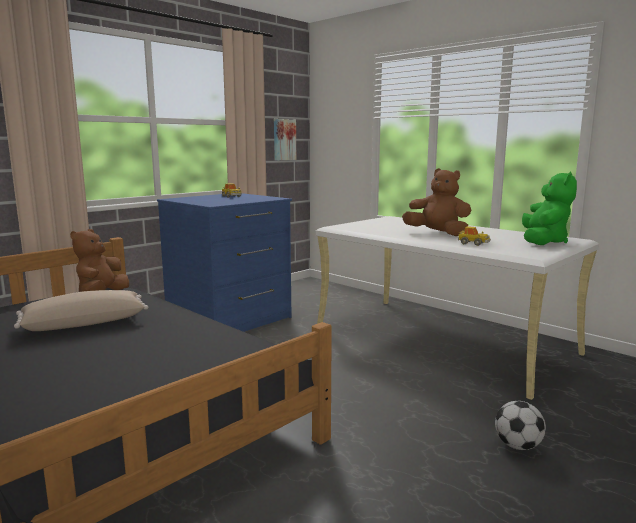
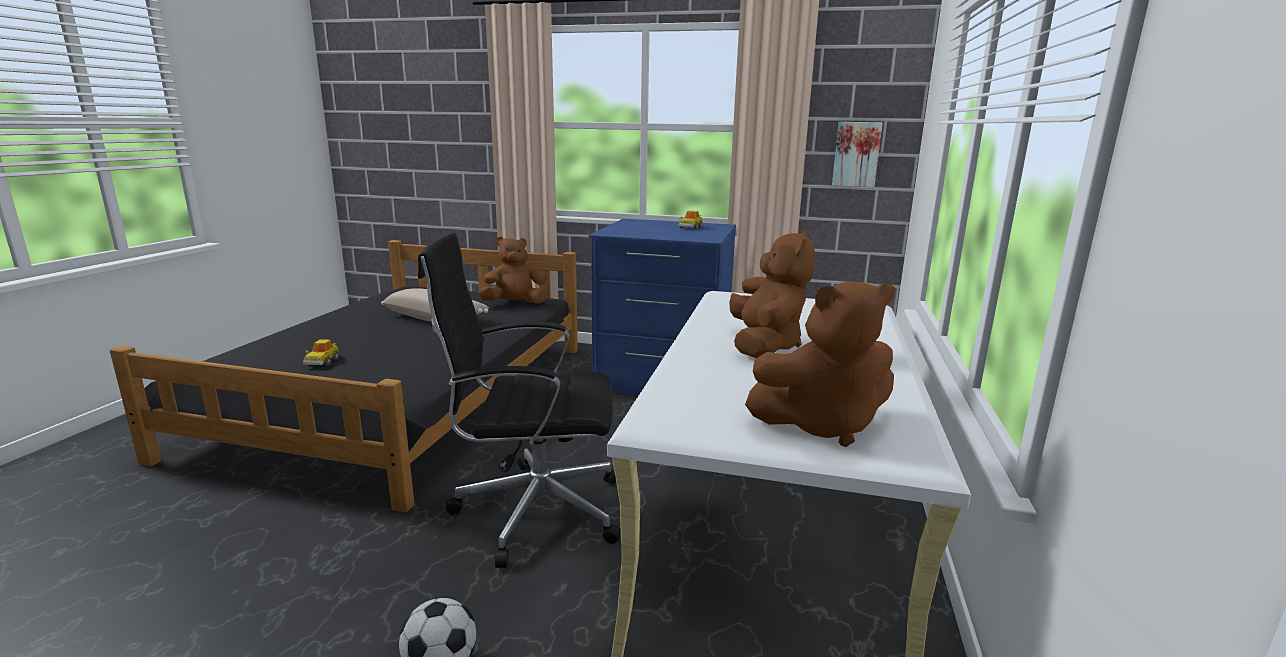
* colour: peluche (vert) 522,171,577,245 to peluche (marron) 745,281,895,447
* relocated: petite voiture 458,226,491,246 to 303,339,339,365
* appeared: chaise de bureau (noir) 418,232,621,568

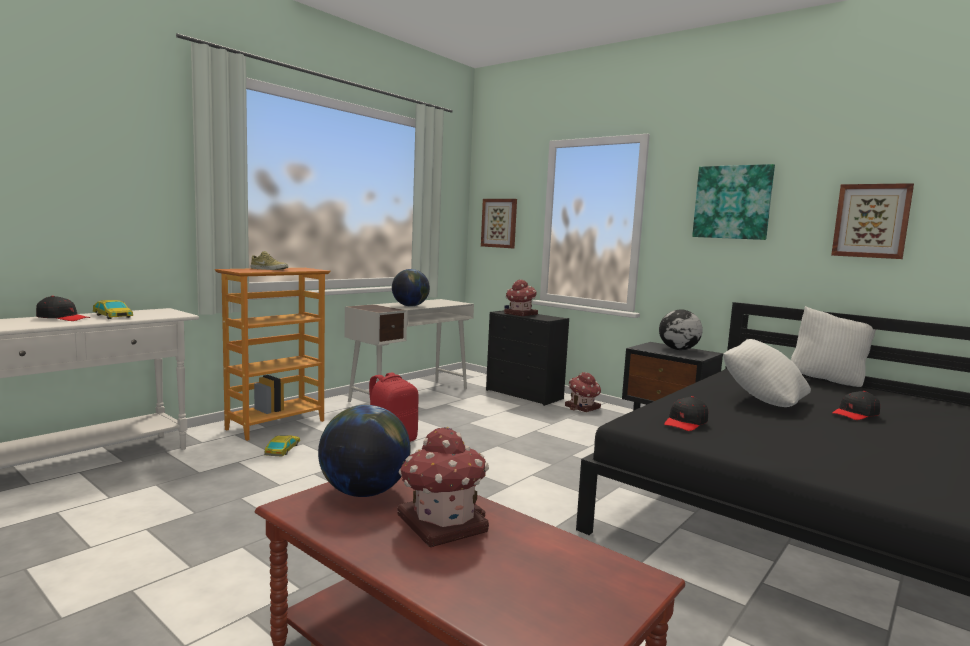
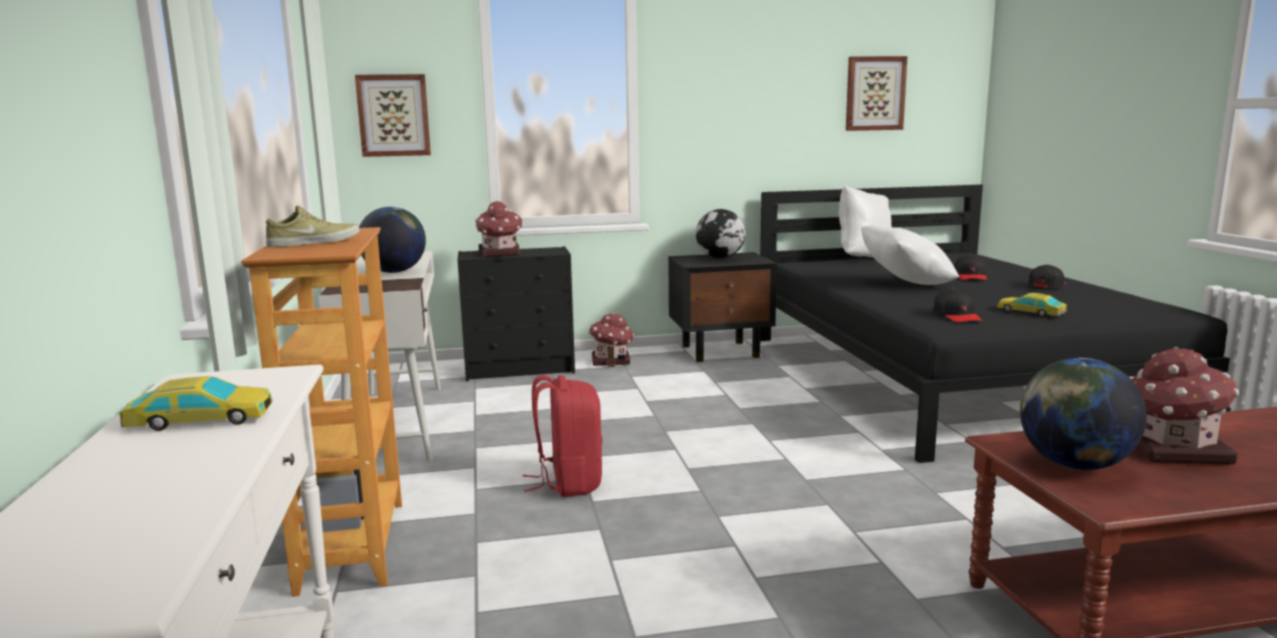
* missing: tableau 692,164,775,240
* relocated: casquette (noir) 36,296,91,321 to 1028,264,1066,287
* relocated: petite voiture 264,435,300,457 to 997,293,1067,317

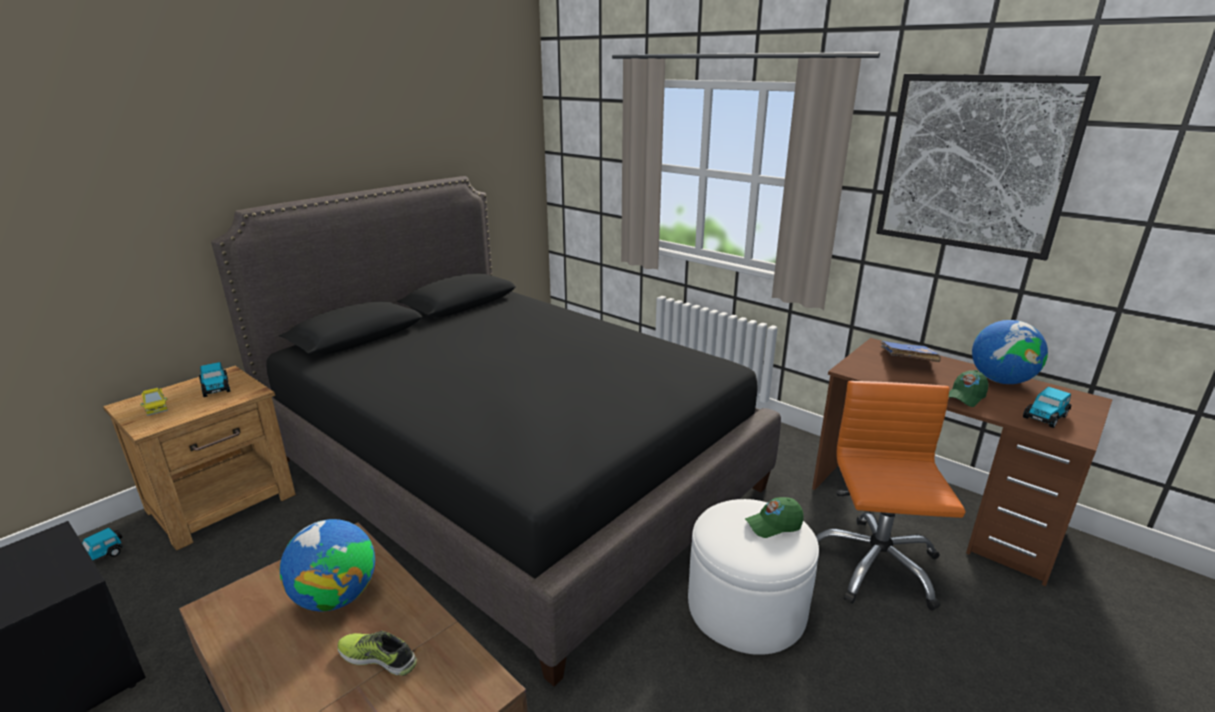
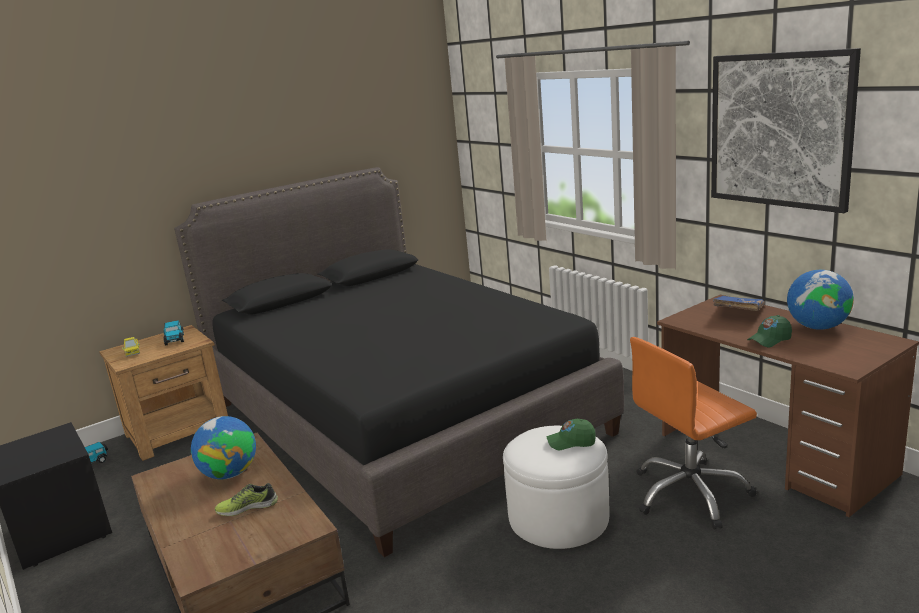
* spun: chaise de bureau (orange) 816,381,966,611 = 630,337,757,530 135 degrees counterclockwise
* missing: petite voiture 1023,387,1072,428
* spun: chaussure 338,631,417,676 = 215,483,278,516 45 degrees counterclockwise

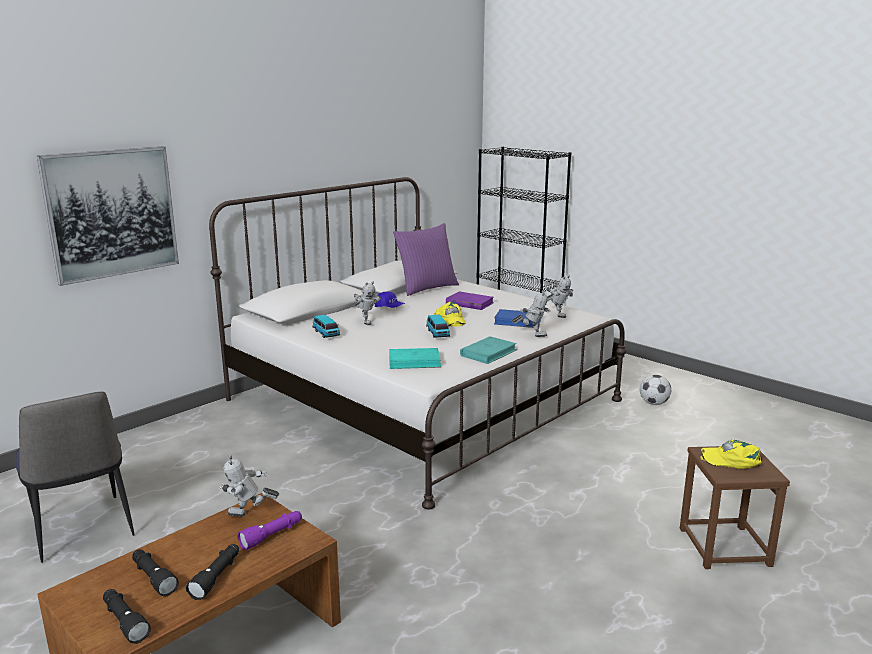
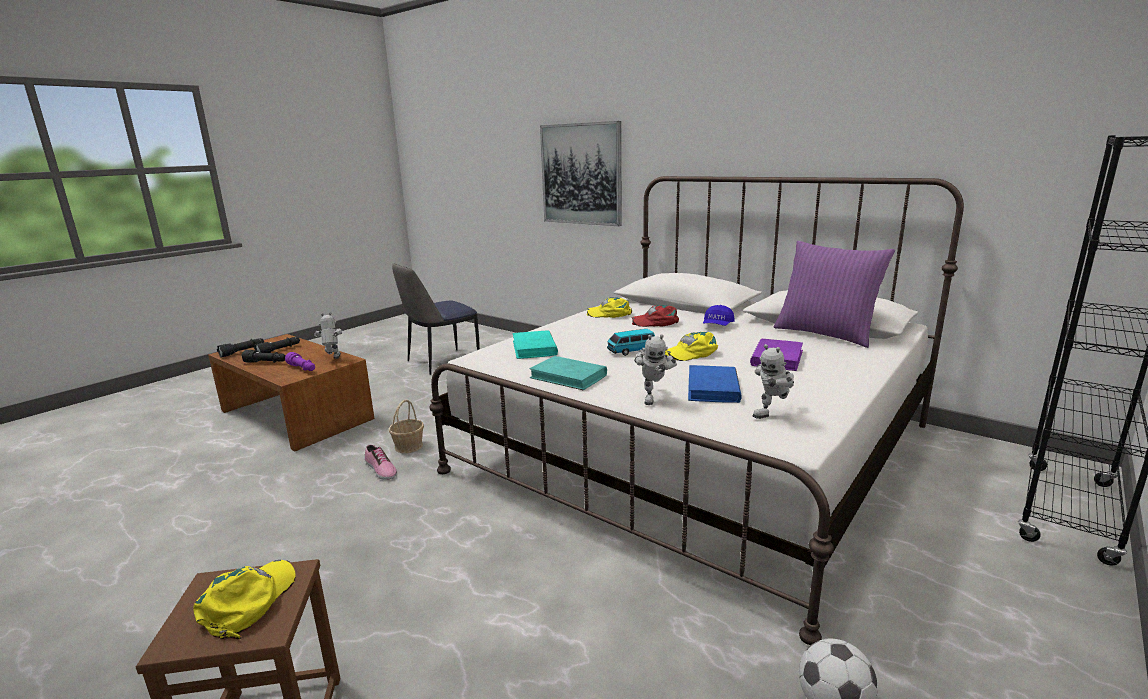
* exchanged: robot jouet 354,281,381,325 to casquette (rouge) 632,305,679,327
* exchanged: petite voiture 312,315,340,338 to casquette (jaune) 587,297,632,318
* appeared: panier 389,399,424,453
* appeared: chaussure 365,445,397,480

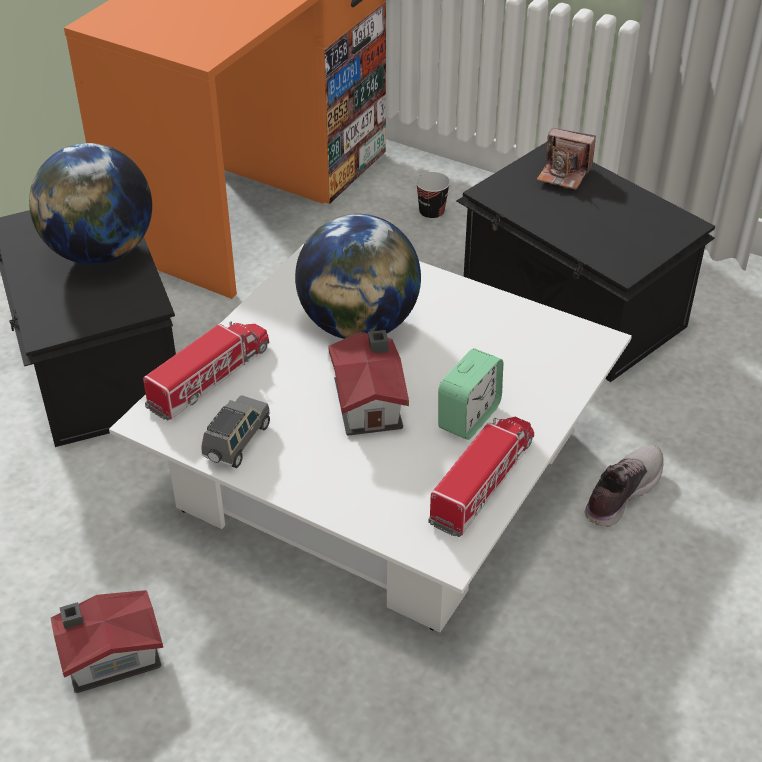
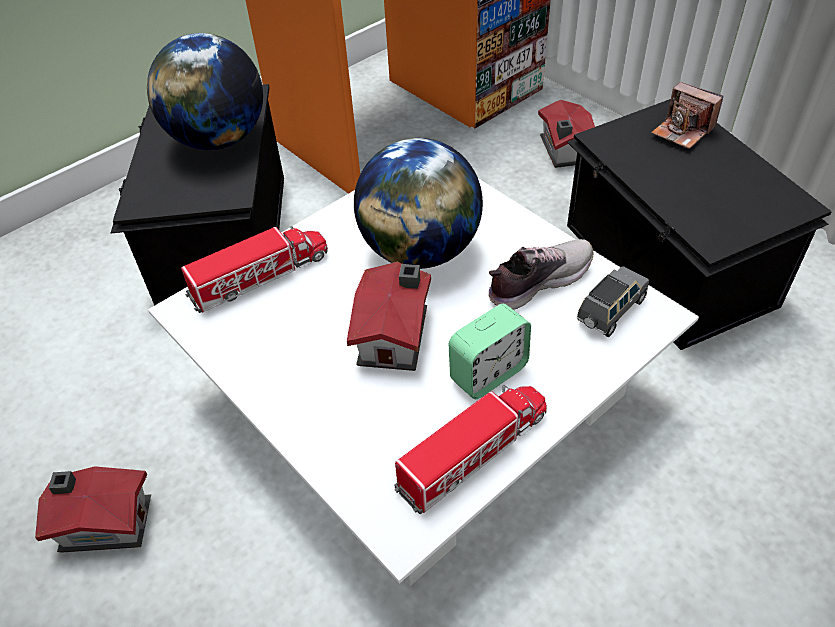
* exchanged: tasse 416,172,450,220 to maison miniature 538,100,595,168
* relocated: petite voiture (gris) 202,395,271,468 to 577,266,649,337
* relocated: chaussure 585,445,663,527 to 488,239,594,310

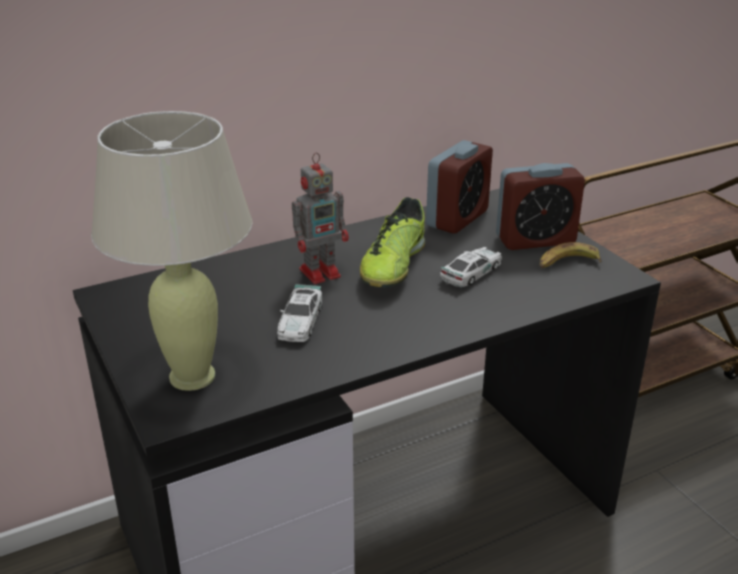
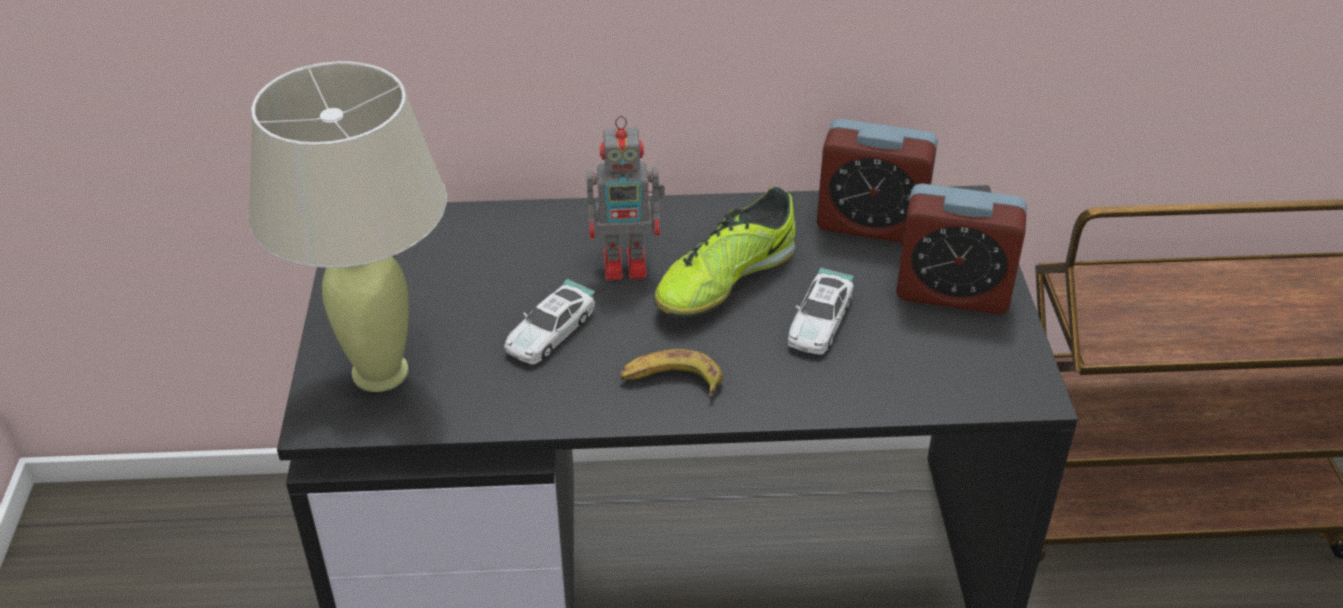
* spun: réveil 426,140,493,234 = 817,119,938,243 45 degrees clockwise
* relocated: banane 540,242,602,268 to 619,349,723,397
* spun: petite voiture 440,247,502,287 = 788,268,854,355 135 degrees clockwise

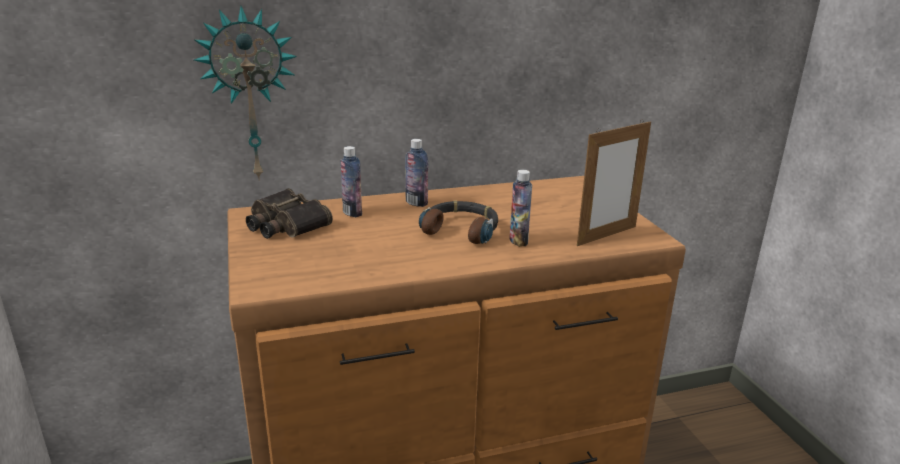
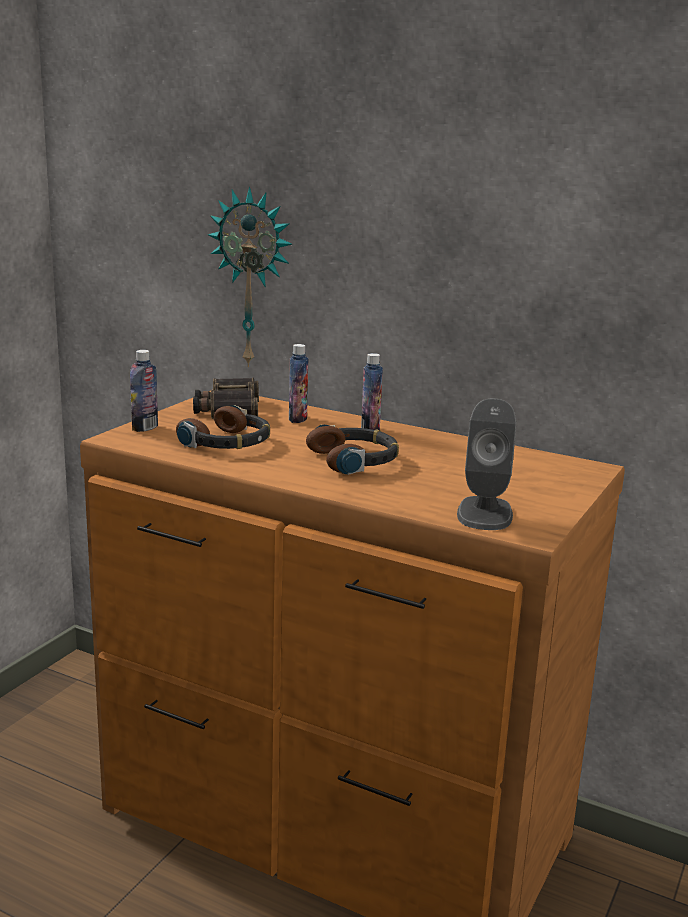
* exchanged: cadre photo 577,119,651,246 to enceinte (gris) 457,398,516,530
* relocated: bouteille 509,170,532,247 to 130,350,158,432
* appeared: casque audio 176,405,270,449

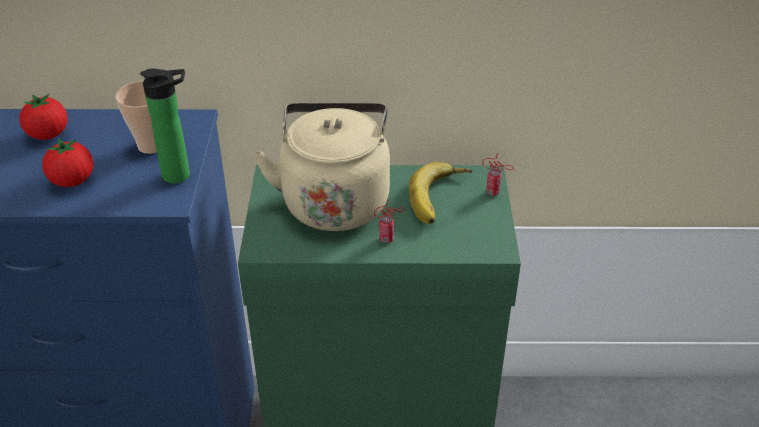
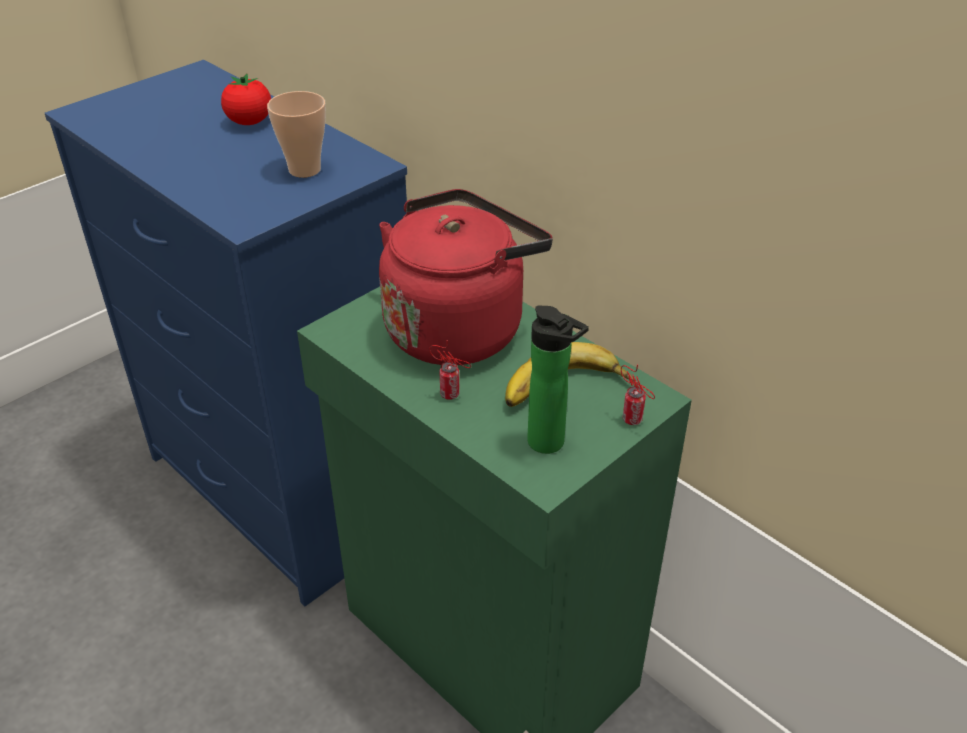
* relocated: bouteille 140,68,190,184 to 527,305,589,454
* colour: bouilloire (beige) 254,103,390,231 to bouilloire (rouge) 379,189,553,365
* missing: tomate 42,138,93,187

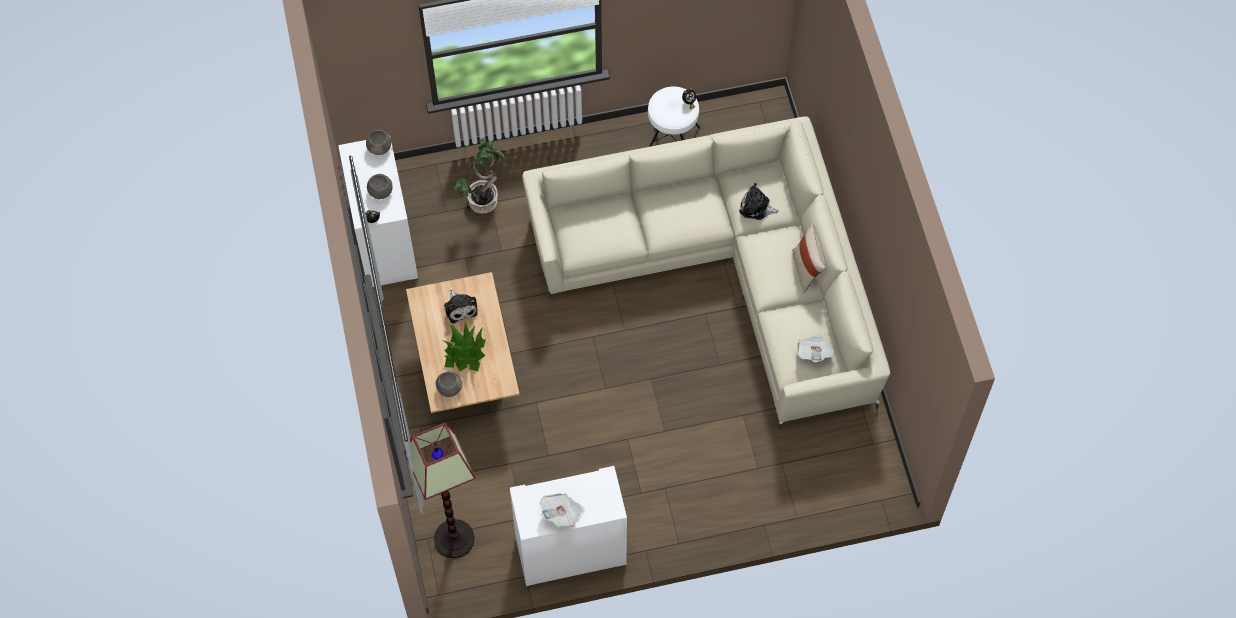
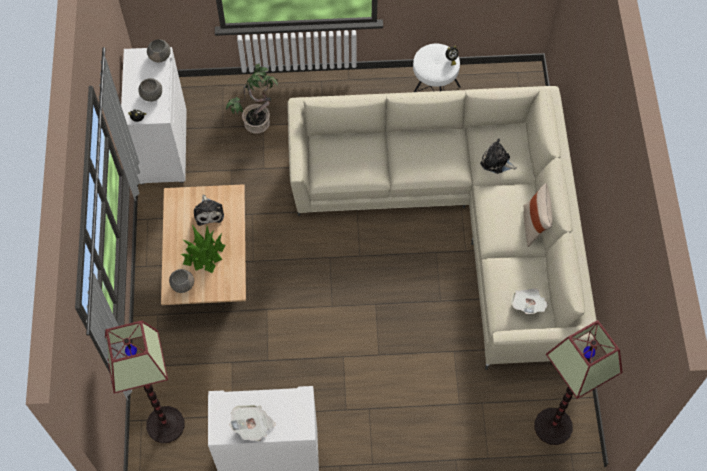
* appeared: lampadaire 535,320,623,445

